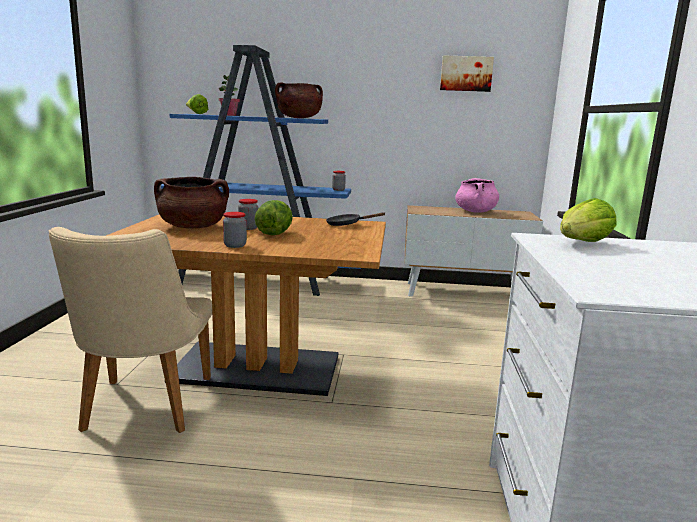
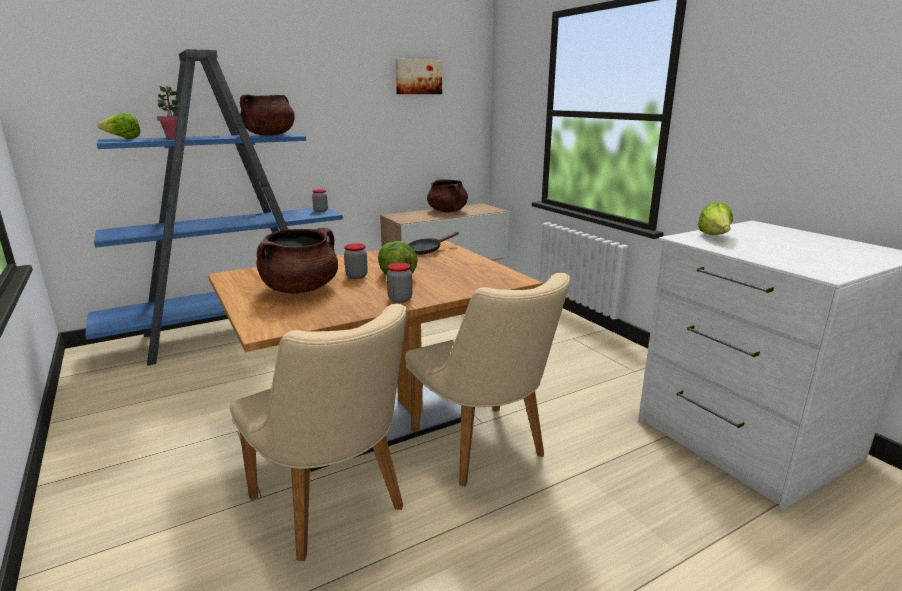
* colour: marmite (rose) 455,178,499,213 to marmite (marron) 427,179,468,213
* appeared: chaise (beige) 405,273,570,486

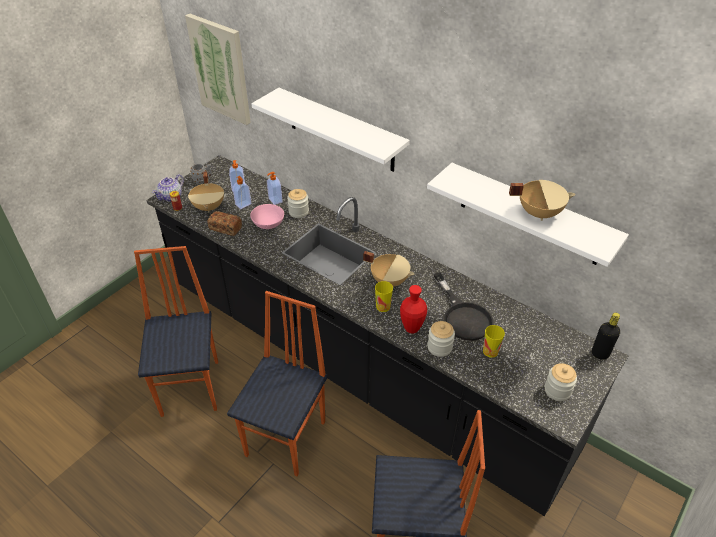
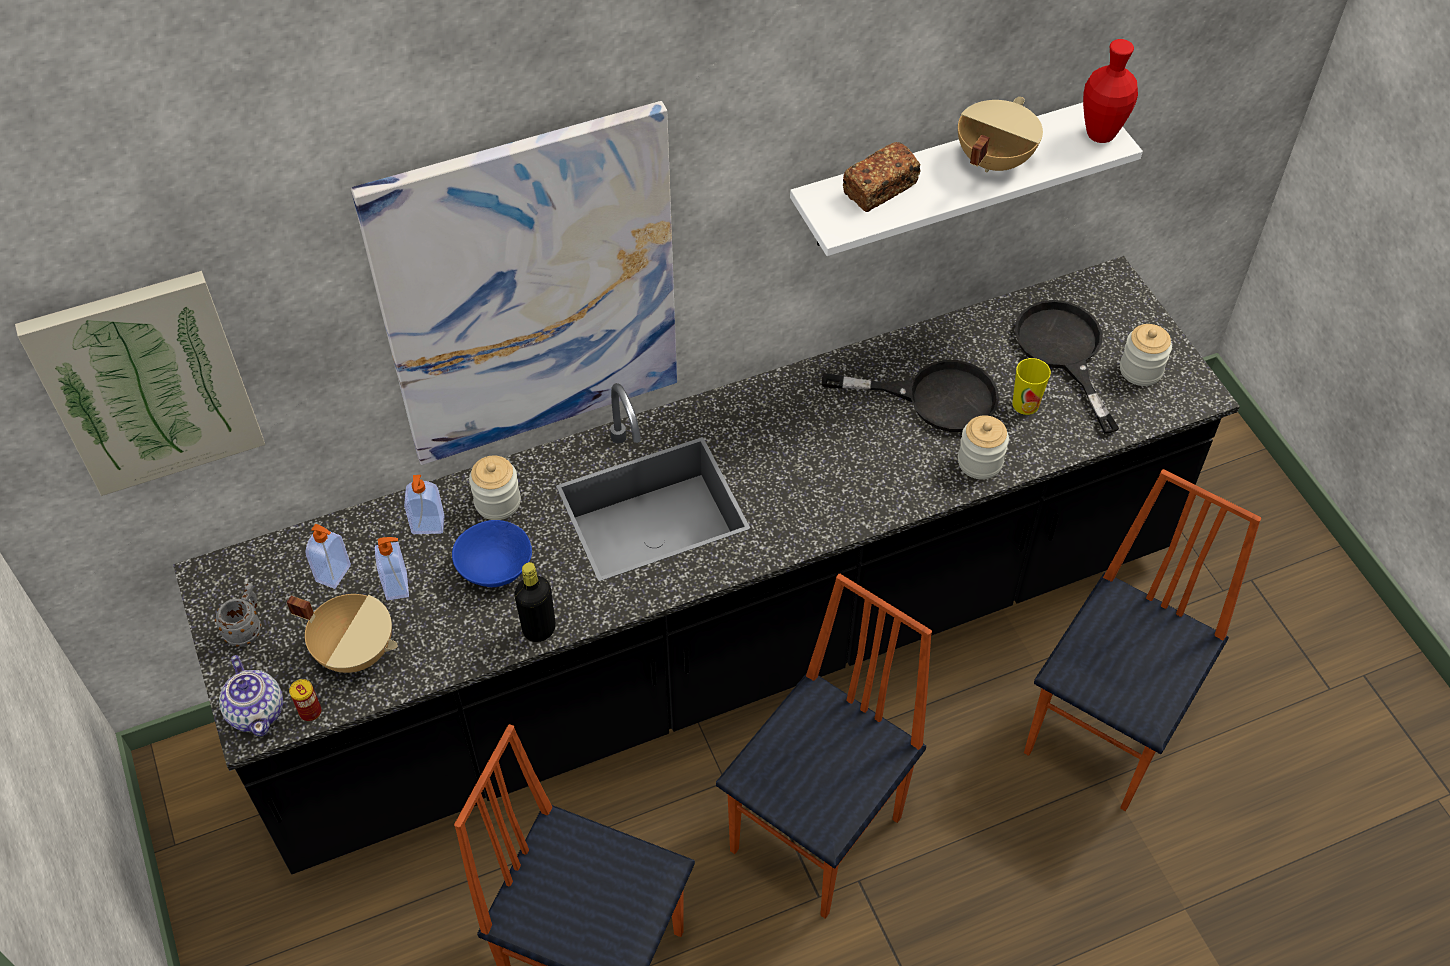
* exchanged: étagère (blanc) 251,88,410,172 to tableau 351,101,677,465
* colour: bol (rose) 250,204,284,229 to bol (bleu) 452,520,532,587
* relocated: pain 207,211,242,236 to 842,142,921,212
* missing: marmite (beige) 363,251,414,287
* missing: tasse 375,281,393,312
* relocated: vase (rouge) 400,285,427,333 to 1083,39,1138,143
* spun: chaise 227,291,328,476 = 716,574,932,919 75 degrees clockwise
* relocated: bouteille (noir) 592,312,620,360 to 515,562,555,642
* appeared: poêle (noir) 1015,300,1119,434

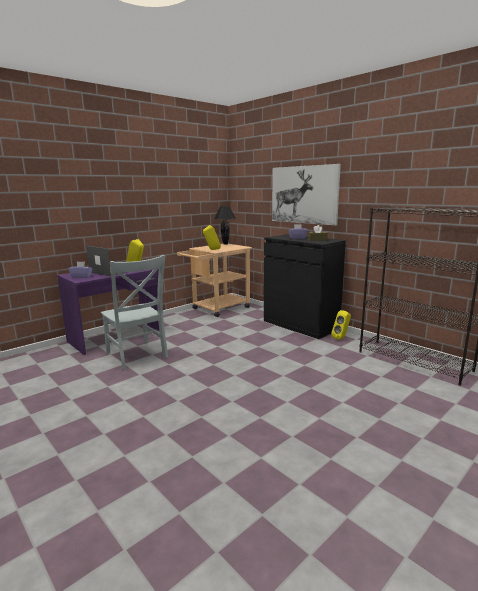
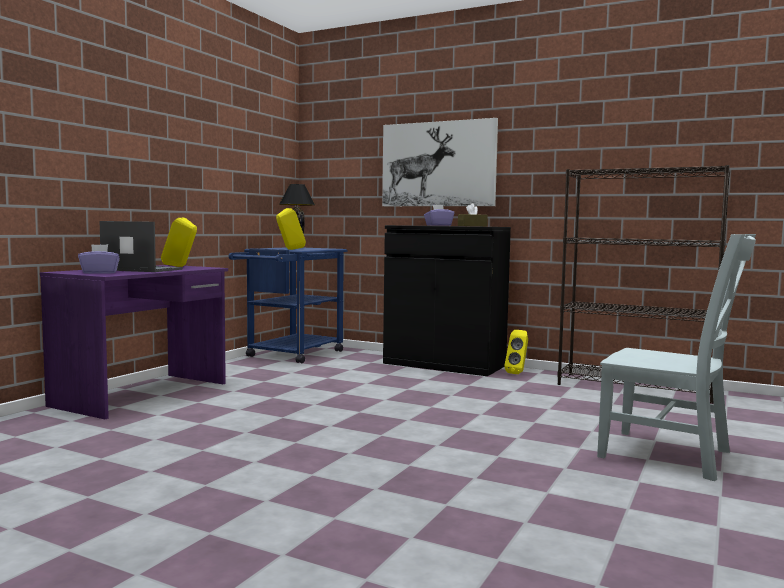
* colour: chariot (beige) 177,244,252,317 to chariot (bleu) 229,247,347,363
* relocated: chaise (gris) 101,255,168,370 to 597,234,756,481

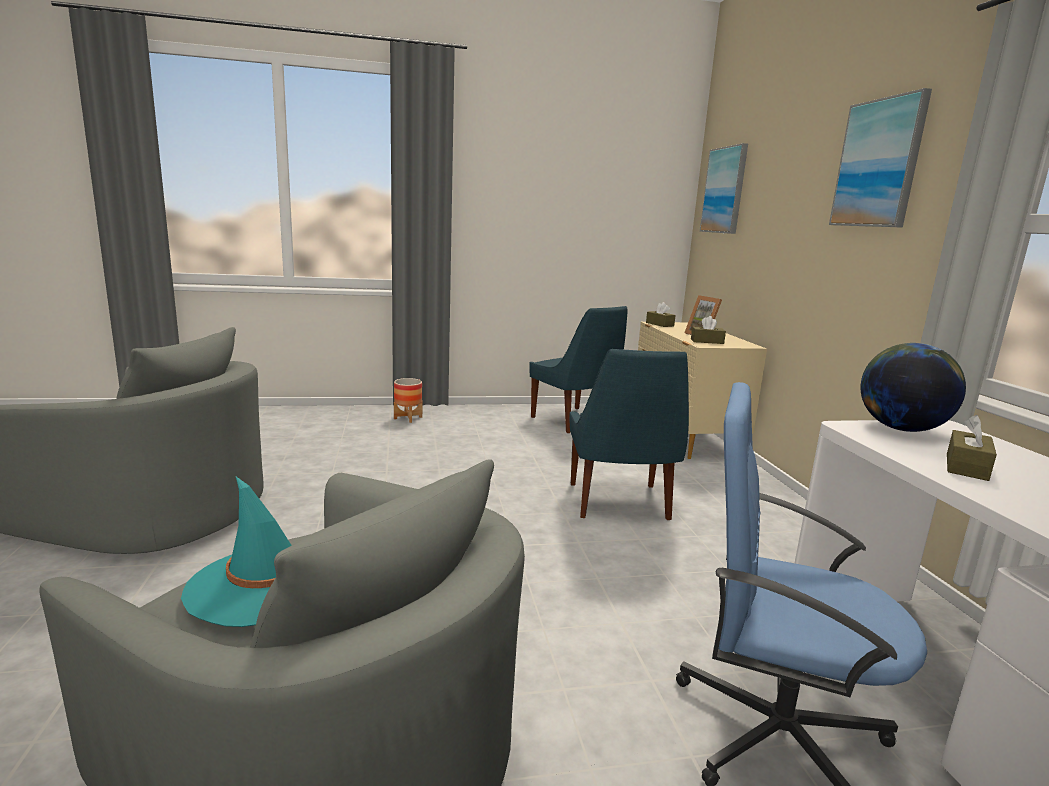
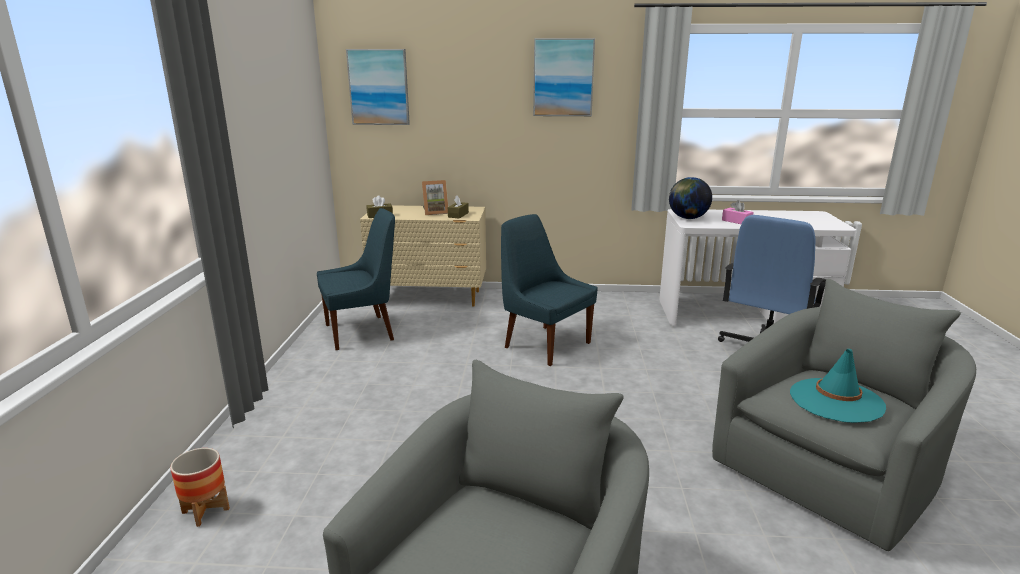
* spun: chaise (bleu) 569,349,689,520 = 501,214,598,366 150 degrees counterclockwise
* relocated: cache-pot 394,378,422,423 to 170,448,230,527
* colour: boîte à mouchoirs (marron) 947,415,997,481 to boîte à mouchoirs (rose) 722,200,753,224

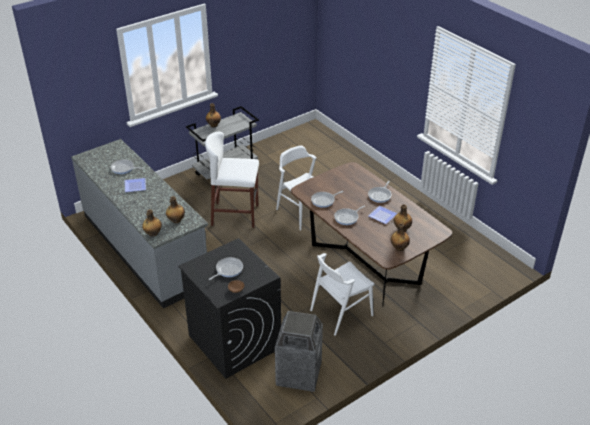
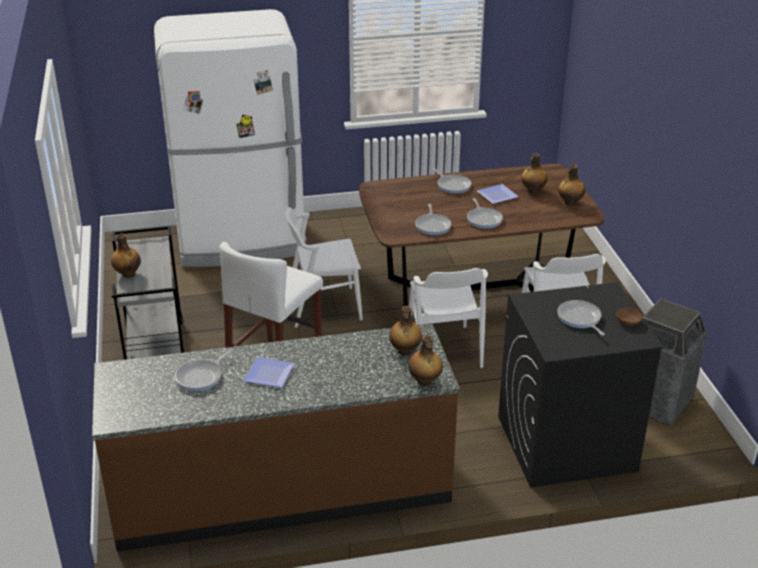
* colour: comptoir de cuisine (gris) 71,139,208,308 to comptoir de cuisine (marron) 92,323,460,552
* appeared: réfrigérateur (blanc) 154,9,307,267
* appeared: chaise (blanc) 409,268,488,368

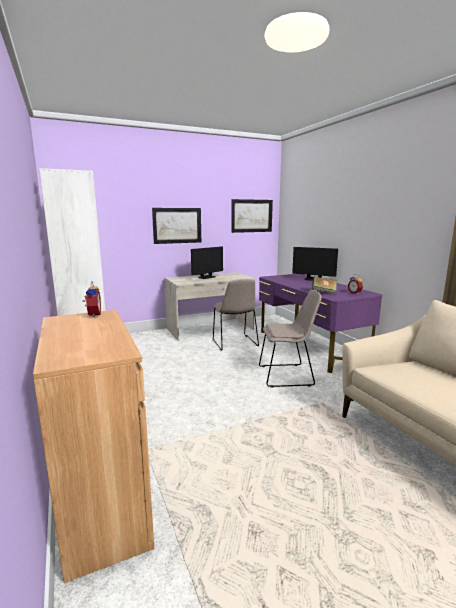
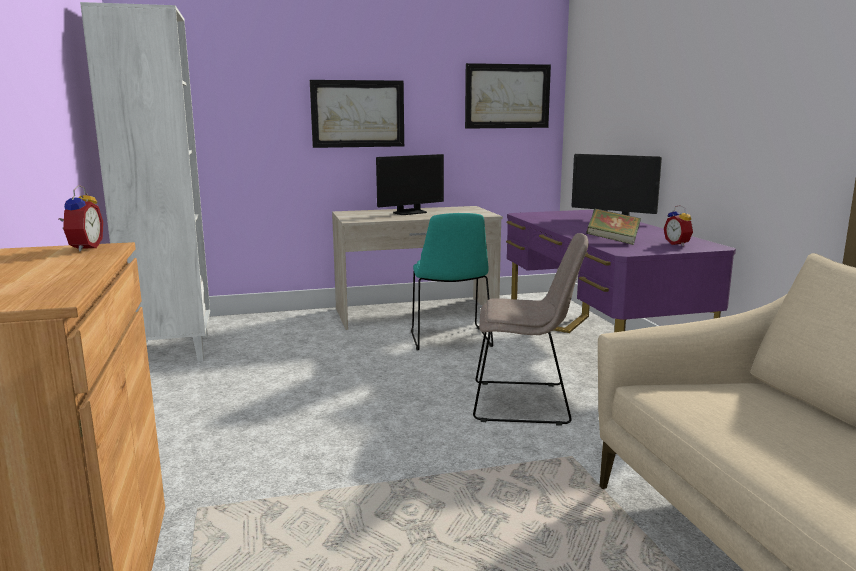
* colour: chaise (beige) 213,279,259,350 to chaise (turquoise) 411,213,493,351

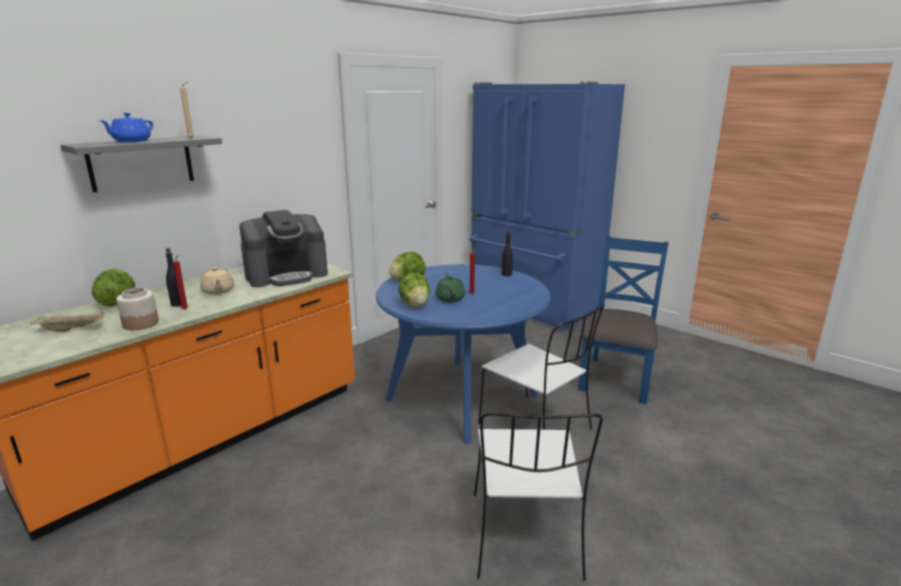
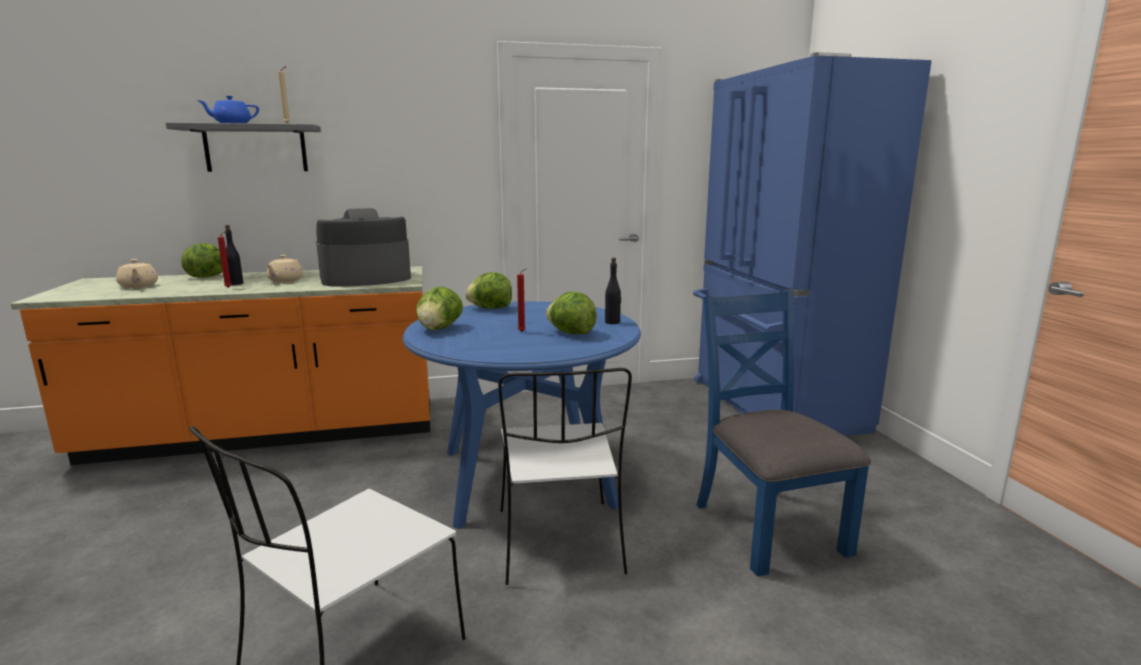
* spun: machine à café 239,210,328,287 = 316,208,411,287 150 degrees clockwise
* spun: chaise (bleu) 578,236,669,404 = 696,290,871,577 75 degrees counterclockwise
* missing: théière (vert) 435,273,465,302
* missing: bocal 116,287,159,330
* exchanged: plateau (beige) 31,311,105,332 to théière (beige) 116,259,158,288
* appeared: laitue 546,292,597,334

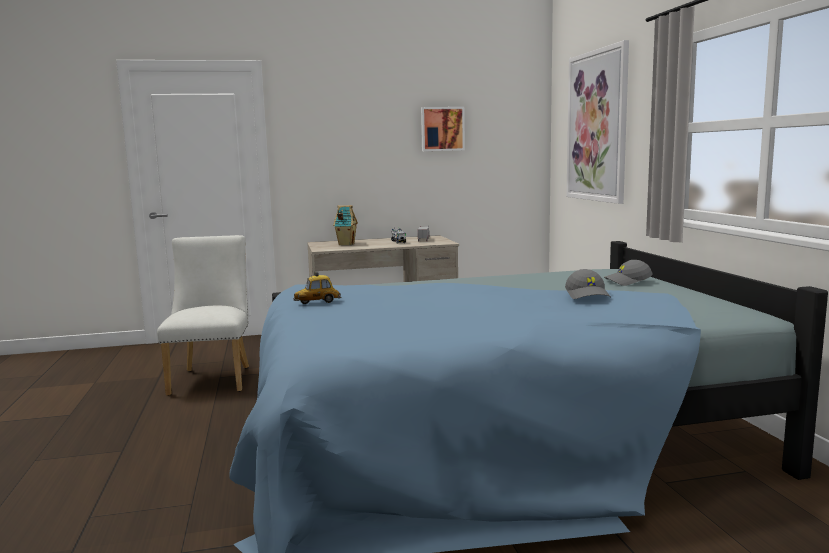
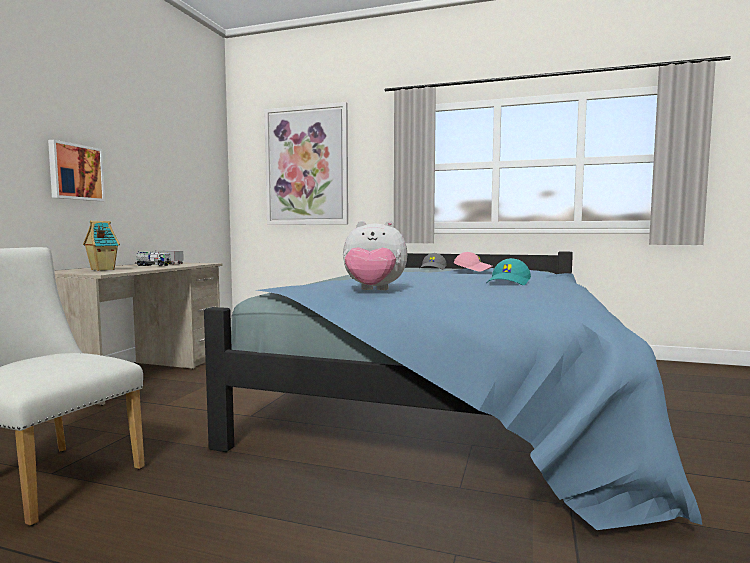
* relocated: tableau 421,107,465,151 to 48,140,105,201
* colour: casquette (gris) 565,269,611,299 to casquette (rose) 454,252,493,272
* exchanged: petite voiture 293,271,342,304 to peluche 343,221,408,290
* appeared: casquette (turquoise) 487,258,531,285

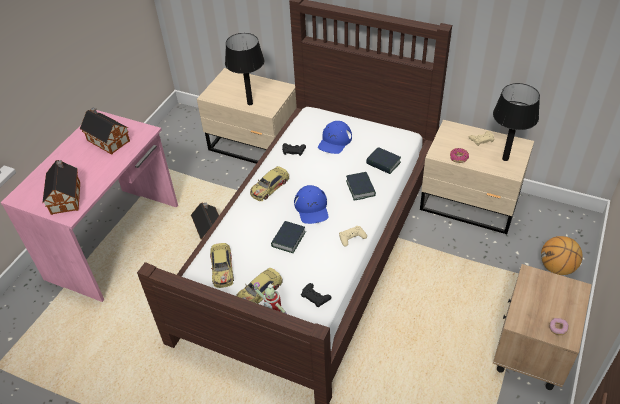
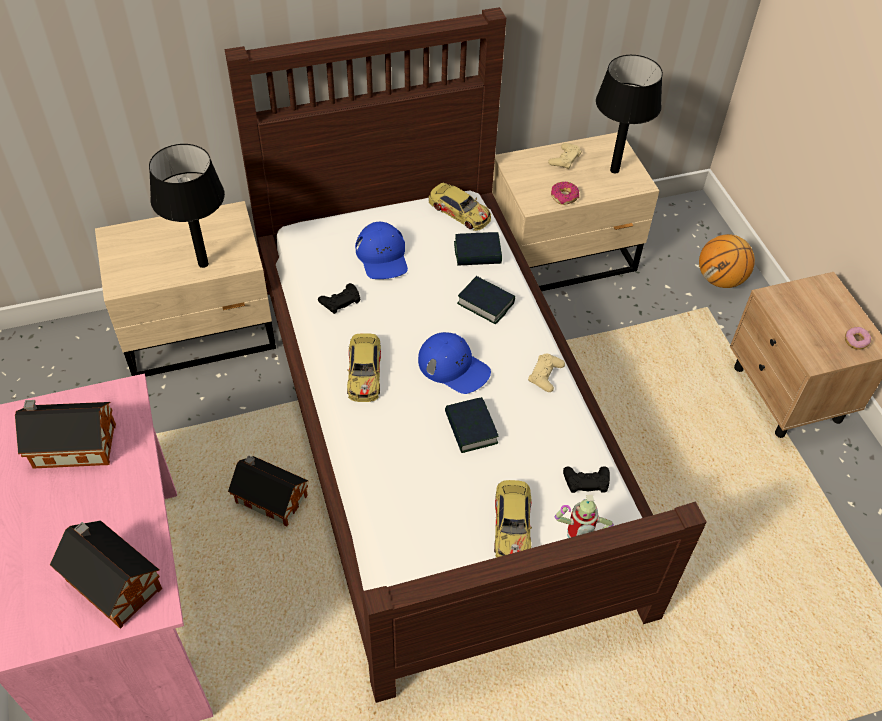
* relocated: petite voiture 210,243,234,288 to 429,183,491,231

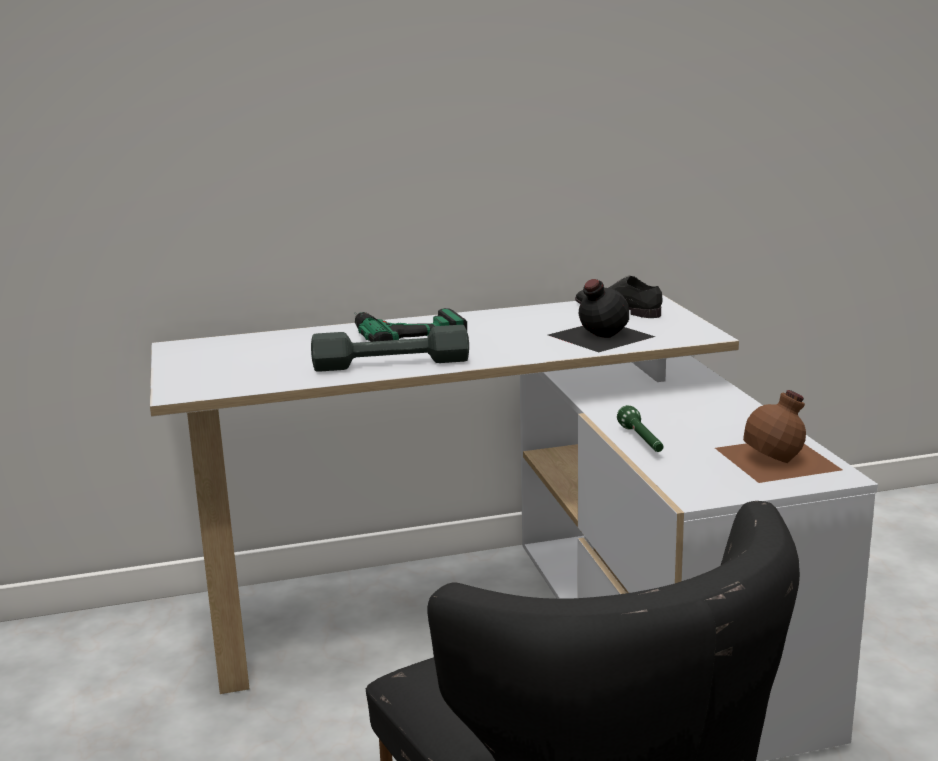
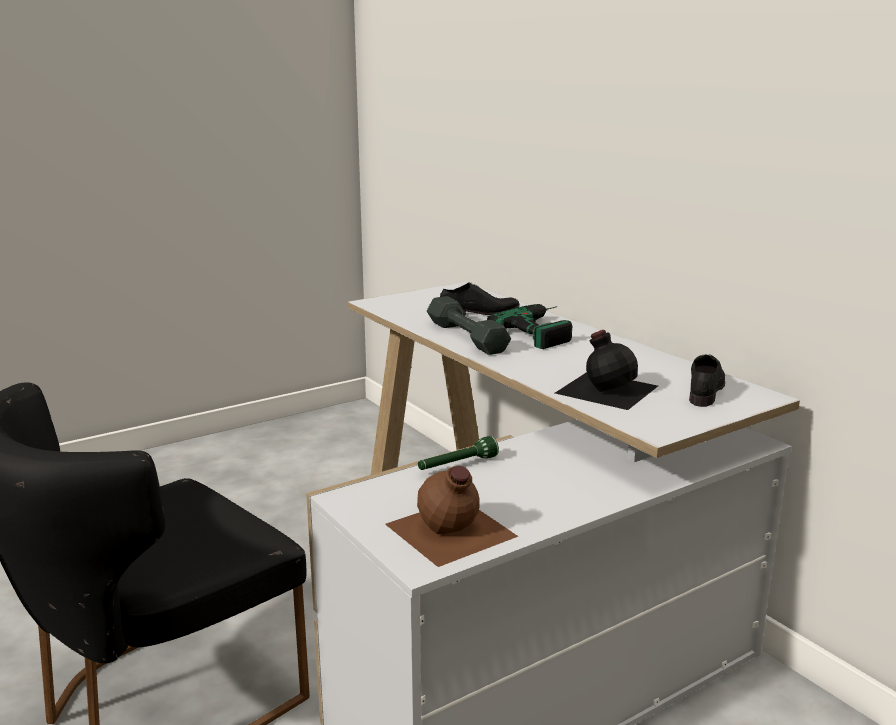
* appeared: chaussure (noir) 440,282,520,315

